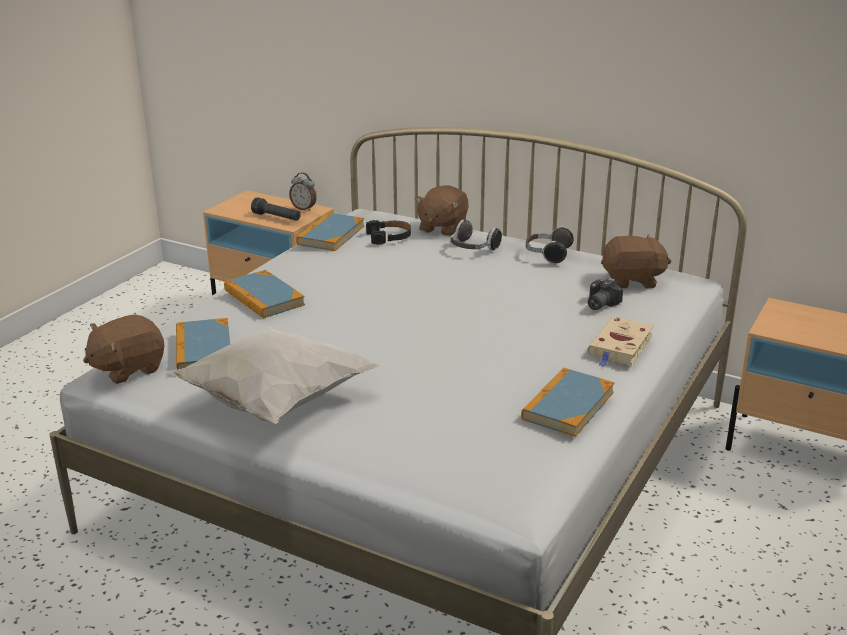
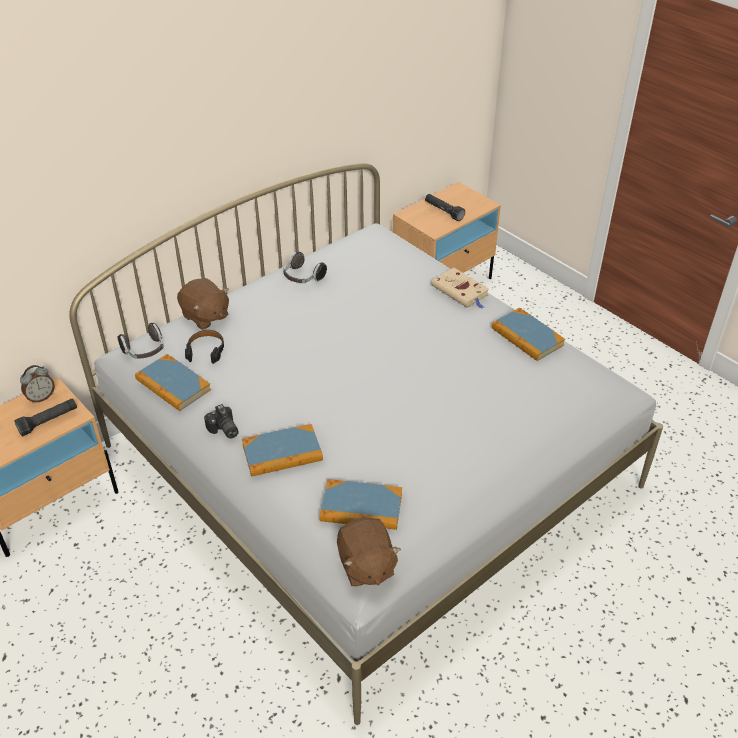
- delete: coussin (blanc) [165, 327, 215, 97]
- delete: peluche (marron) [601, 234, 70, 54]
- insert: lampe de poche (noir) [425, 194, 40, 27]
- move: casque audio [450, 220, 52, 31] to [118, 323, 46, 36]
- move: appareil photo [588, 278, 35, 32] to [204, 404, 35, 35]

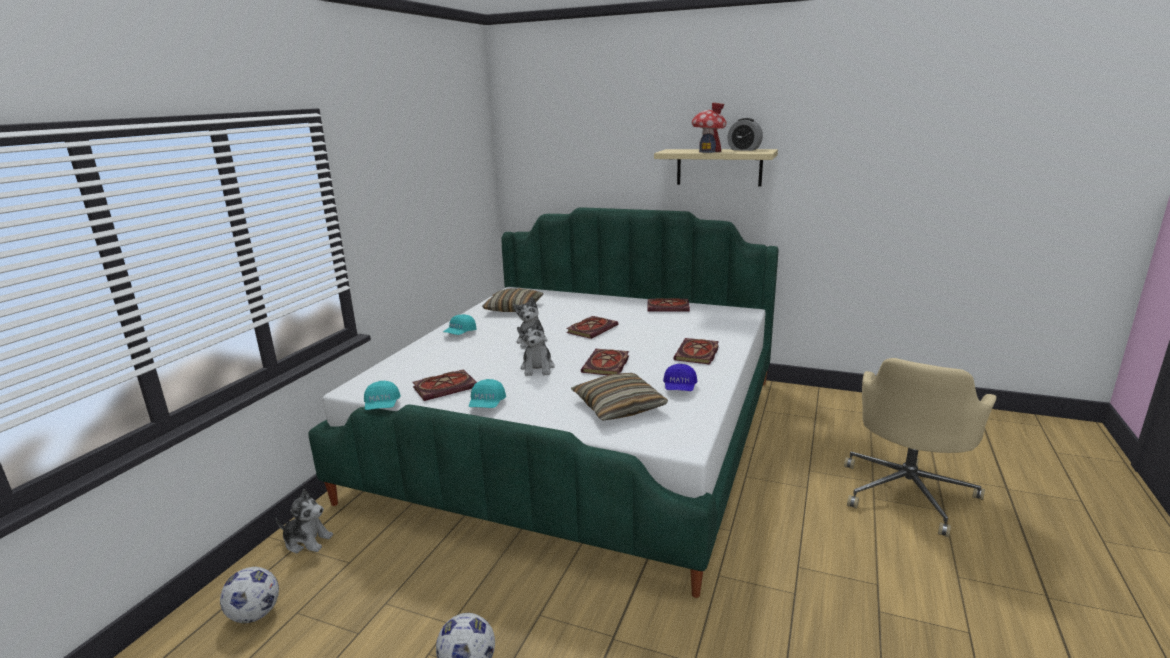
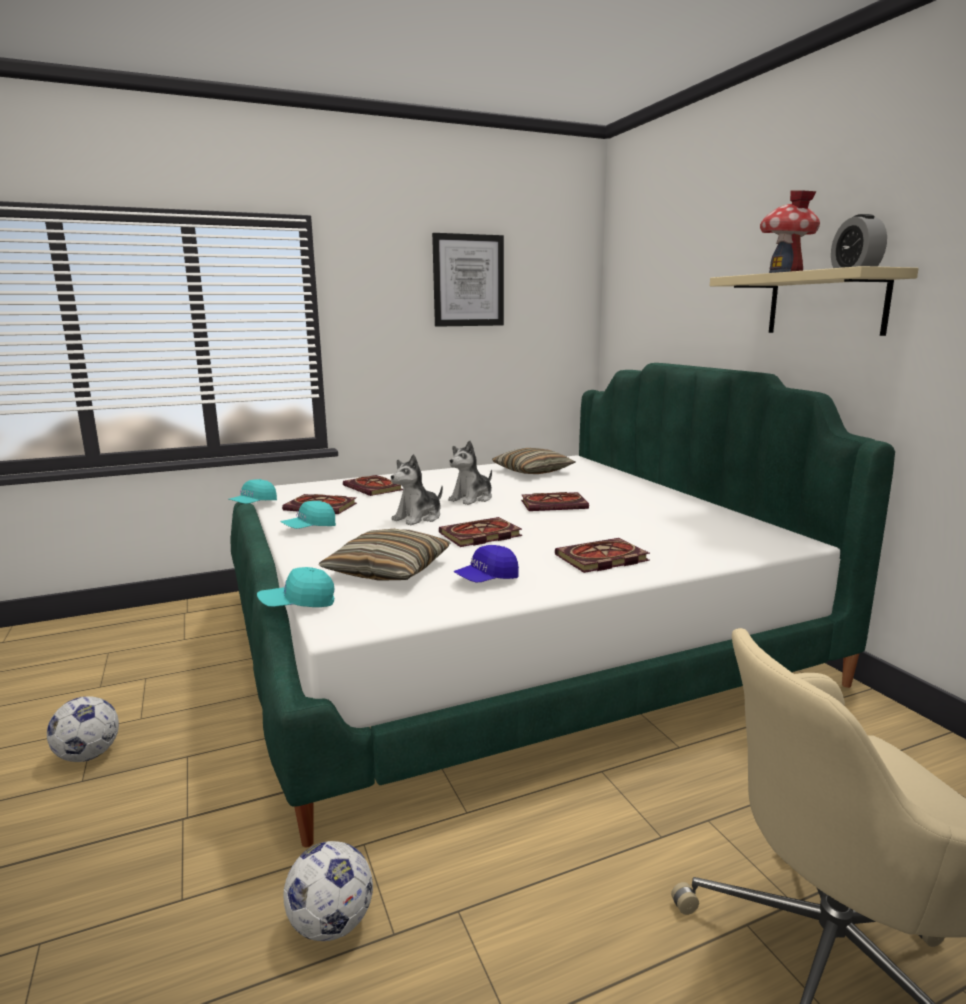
- delete: peluche [276, 489, 57, 64]
- insert: tableau [432, 233, 72, 94]
- move: ballon de foot [220, 567, 59, 56] to [283, 841, 90, 100]
- move: casquette (turquoise) [443, 314, 33, 21] to [257, 567, 77, 40]
- move: livre [647, 298, 43, 14] to [343, 475, 60, 21]

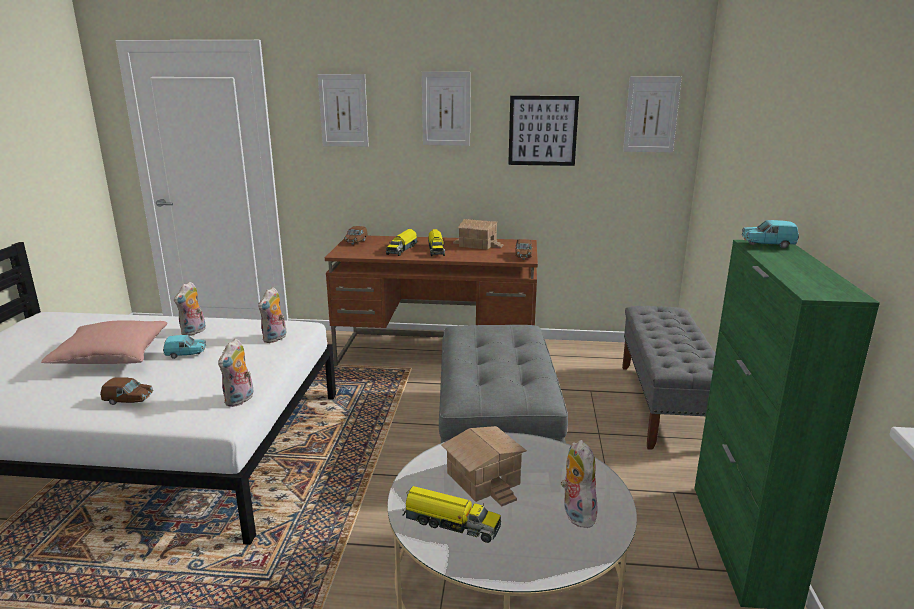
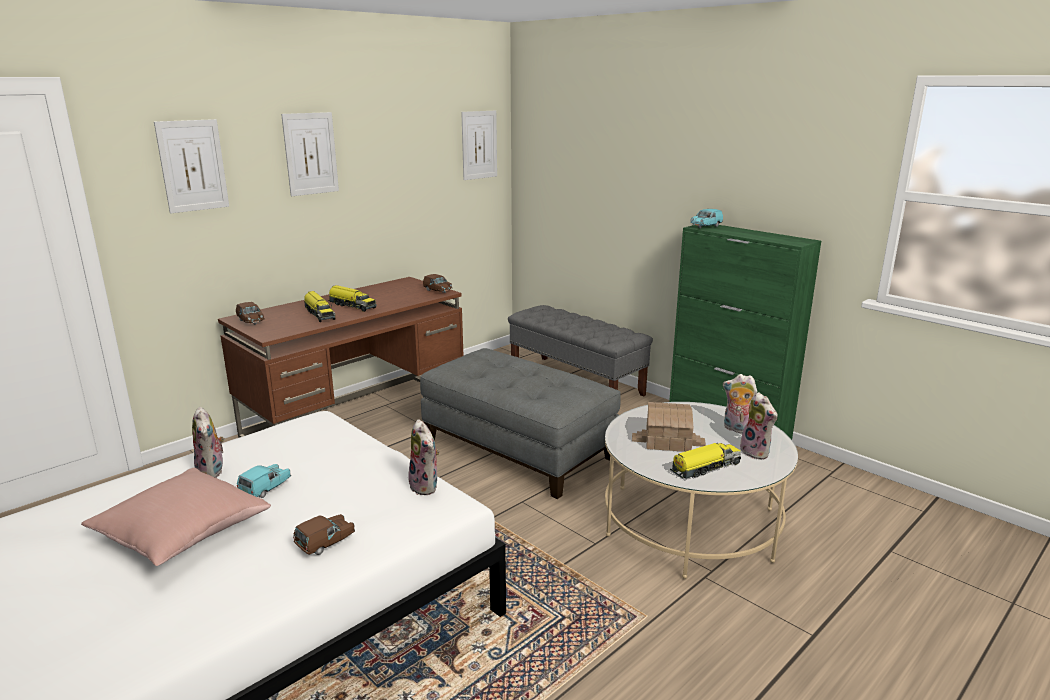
- delete: maison miniature [453, 219, 51, 31]
- delete: tableau [508, 96, 71, 70]
- move: peluche [258, 287, 29, 56] to [739, 392, 39, 67]

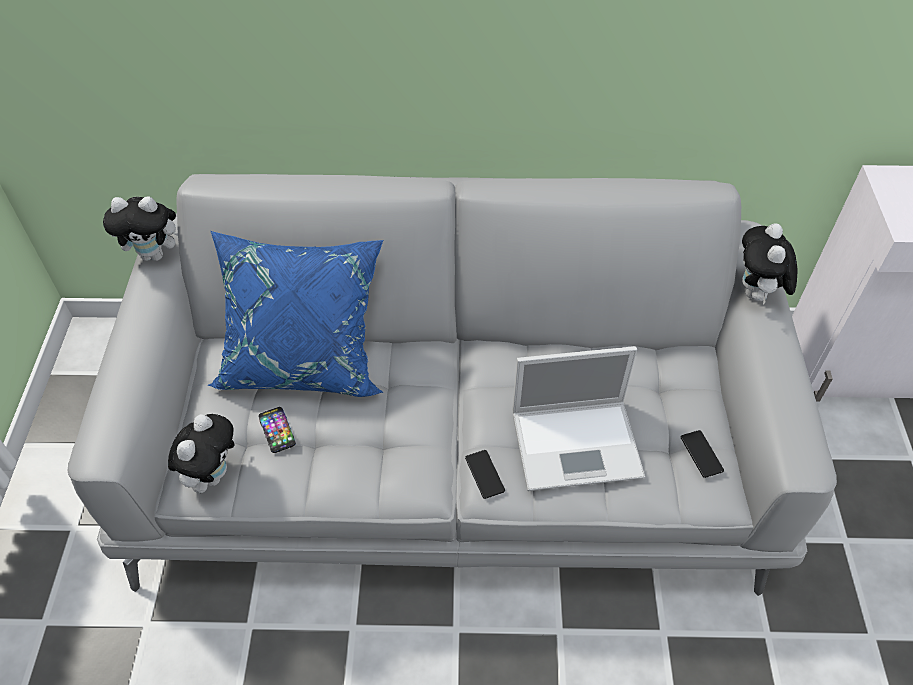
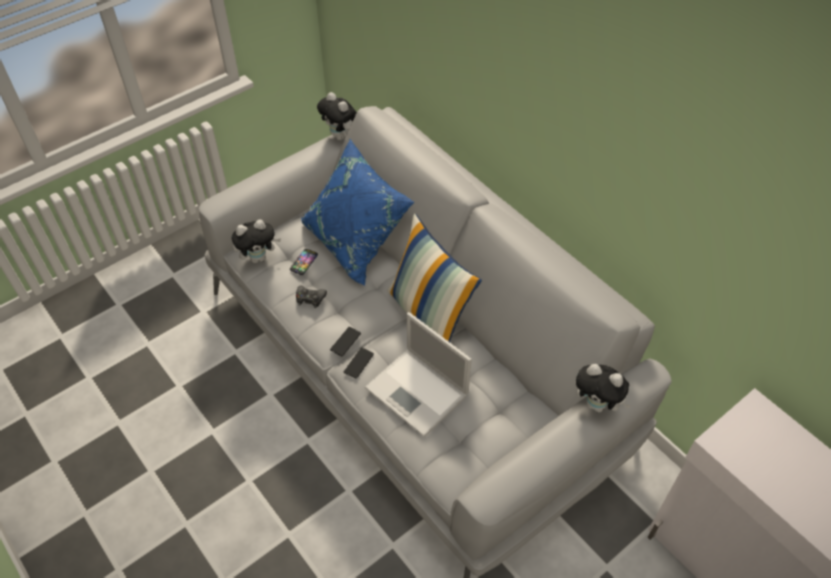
- insert: manette (noir) [296, 286, 31, 22]
- insert: coussin [388, 214, 94, 128]
- move: téléphone [681, 430, 43, 48] to [330, 327, 31, 29]
- rotate: peluche [742, 224, 55, 81] = [575, 364, 56, 49] 120 degrees counterclockwise

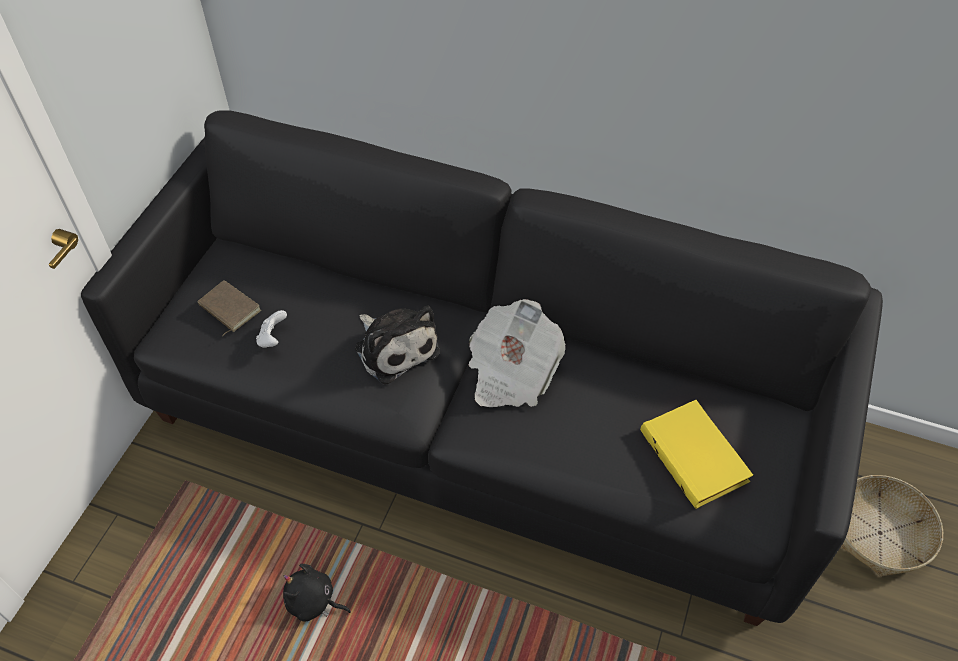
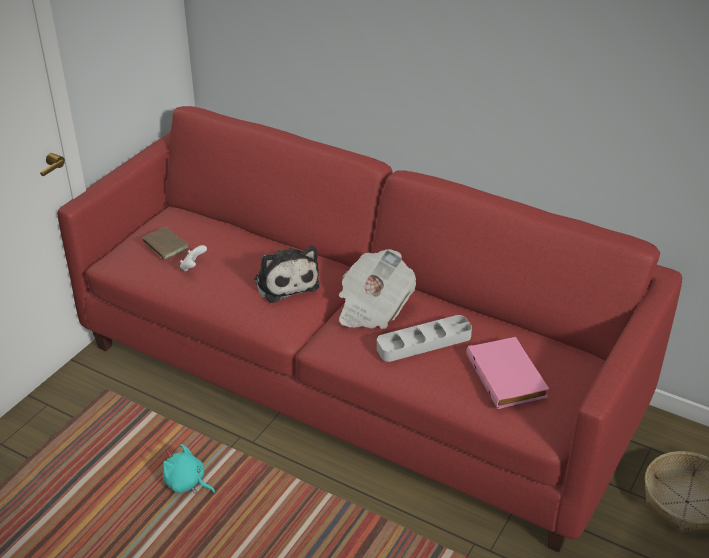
- insert: plateau (gris) [377, 315, 95, 47]
- recolor: canapé (noir) [81, 111, 802, 515] to canapé (rouge) [57, 106, 625, 447]
- recolor: peluche (noir) [283, 564, 68, 58] to peluche (turquoise) [163, 444, 52, 50]
- recolor: livre (jaune) [640, 400, 113, 109] to livre (rose) [466, 337, 83, 72]

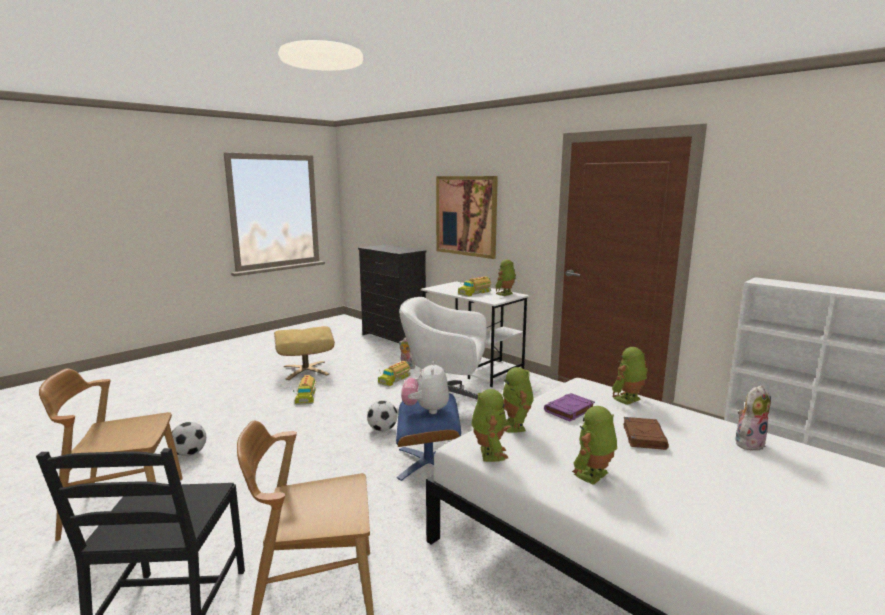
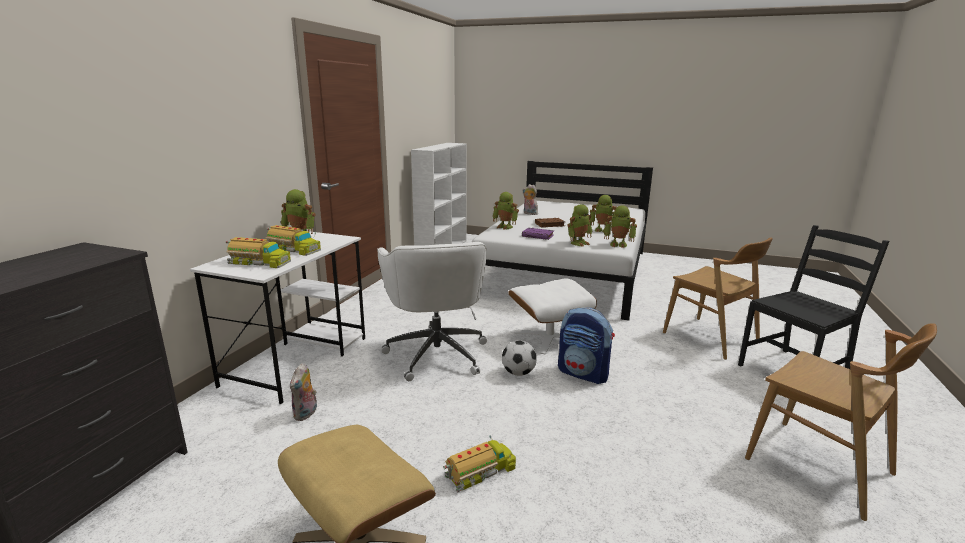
- delete: ballon de foot [172, 422, 34, 34]
- delete: peluche [401, 361, 48, 53]
- delete: tableau [436, 176, 62, 83]
- insert: sac à dos [558, 307, 57, 77]
- move: camion jouet [378, 361, 33, 26] to [226, 237, 65, 31]
- recolor: pouf (bleu) [396, 393, 65, 88] to pouf (blanc) [508, 279, 89, 76]
- rotate: robot jouet [471, 389, 38, 73] = [604, 205, 33, 43] 135 degrees counterclockwise

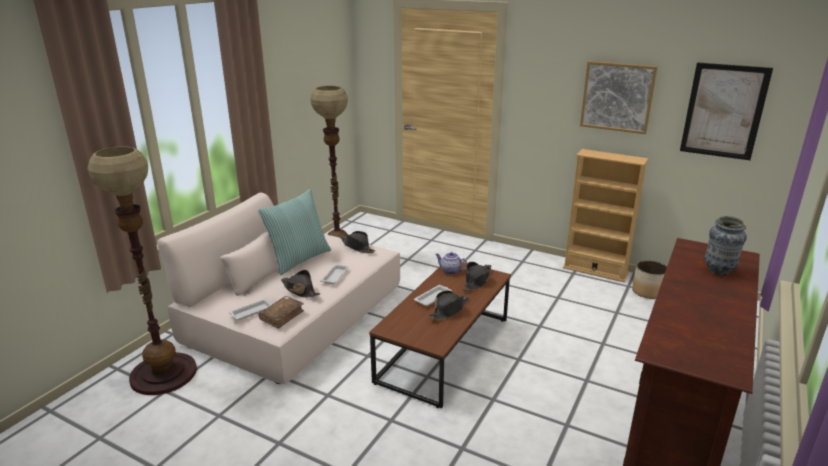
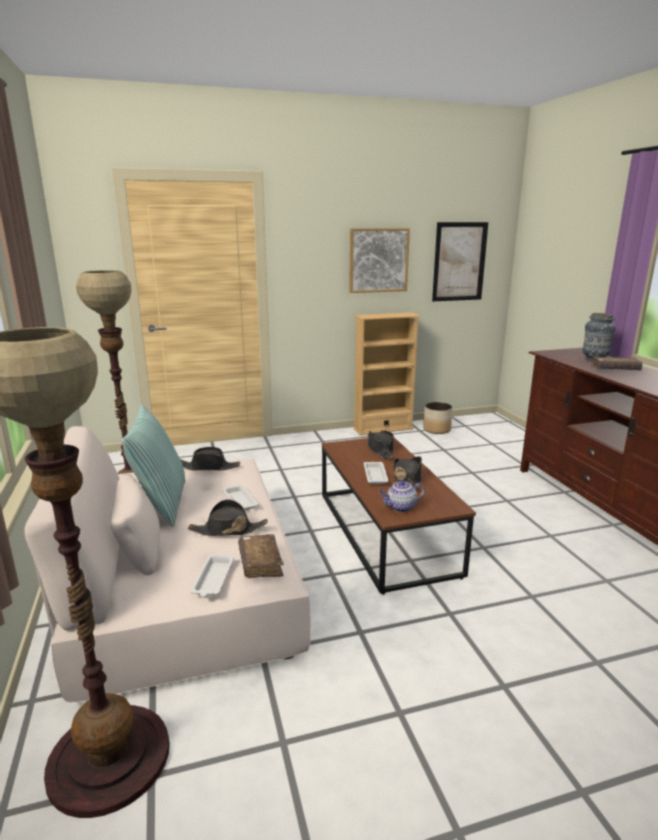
- insert: livre (marron) [591, 357, 52, 13]
- move: théière [435, 252, 32, 23] to [379, 480, 45, 32]

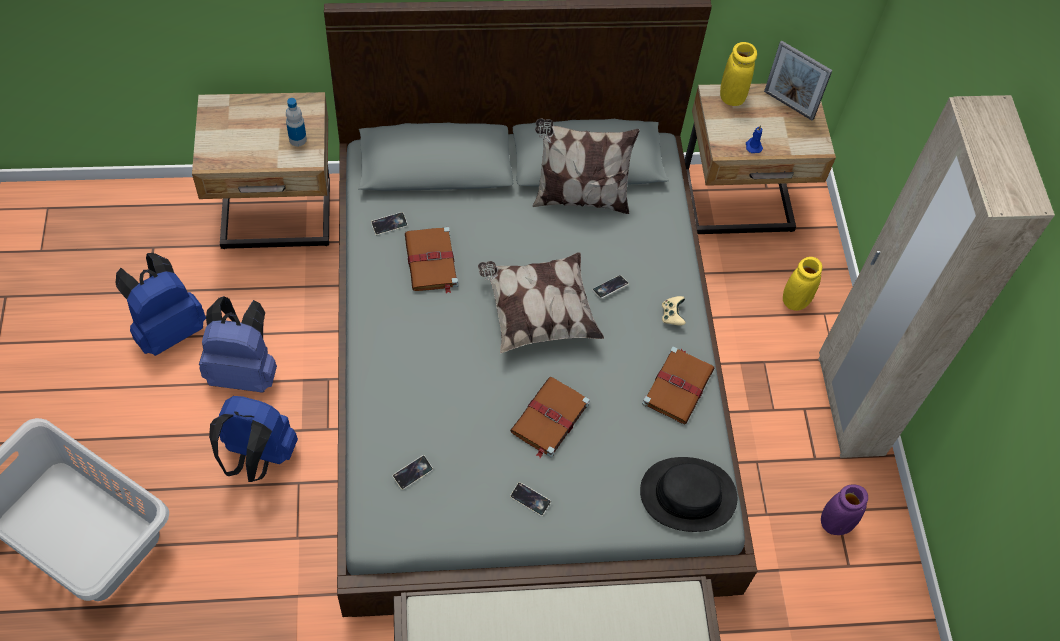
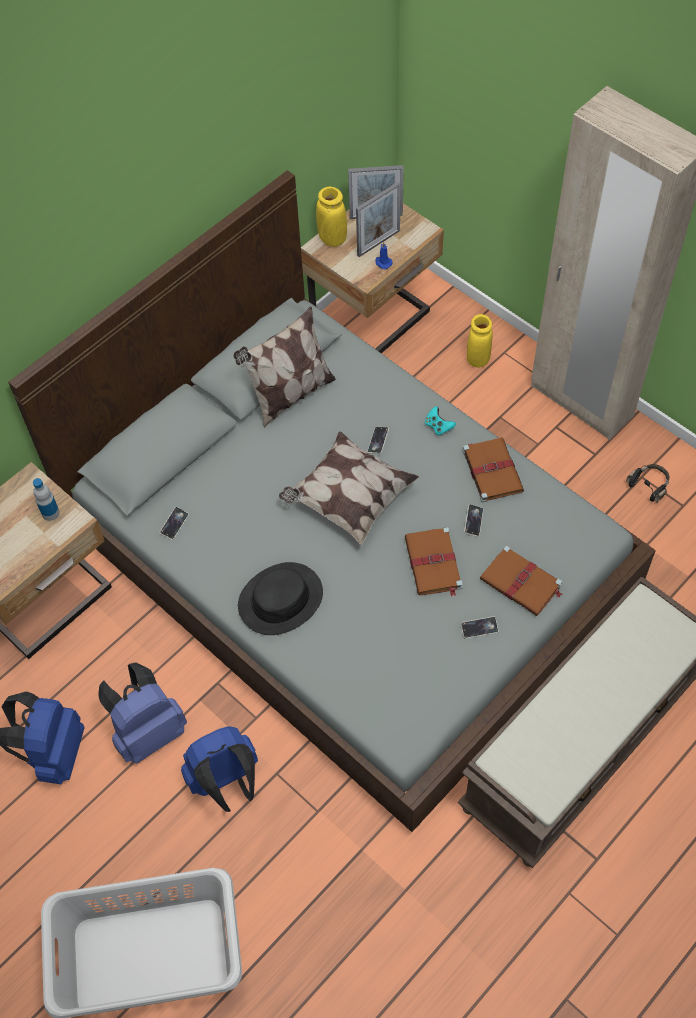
- insert: cadre photo [356, 181, 45, 76]
- move: téléphone [393, 455, 40, 35] to [464, 504, 19, 33]
- move: livre (marron) [405, 227, 53, 66] to [480, 546, 83, 70]
- move: chapeau (noir) [640, 457, 97, 75] to [238, 562, 85, 73]
- replace: vase (violet) [821, 484, 47, 51] to casque audio (noir) [626, 464, 43, 39]
- recolor: manette (beige) [662, 296, 24, 30] to manette (turquoise) [425, 406, 31, 29]

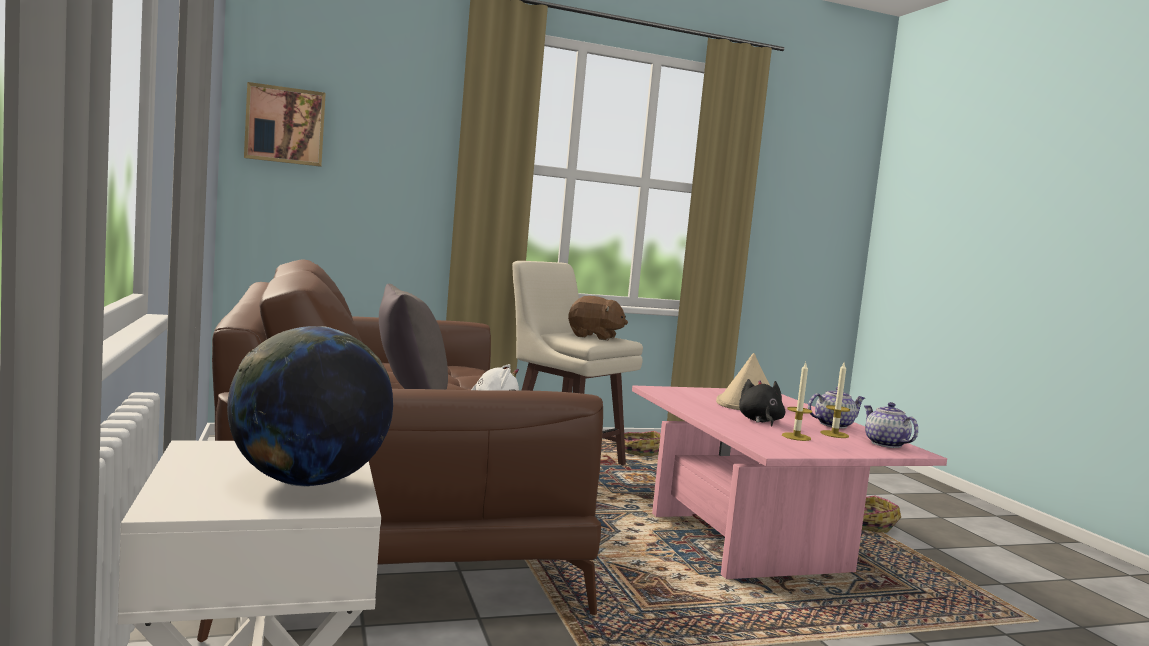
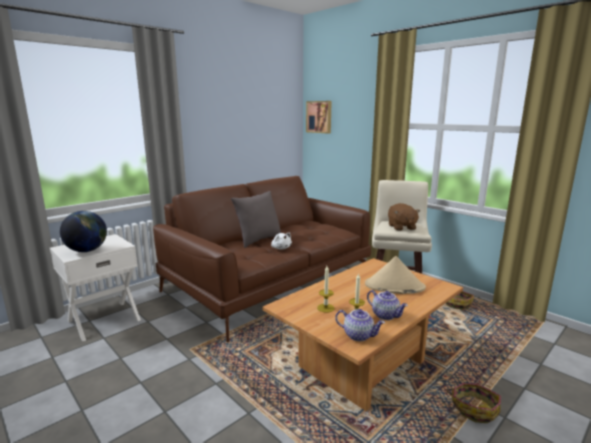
- delete: peluche (noir) [739, 379, 46, 48]
- recolor: table basse (rose) [632, 385, 315, 194] to table basse (marron) [263, 258, 200, 153]
- rotate: théière [864, 402, 54, 46] = [335, 309, 50, 32] 75 degrees clockwise

